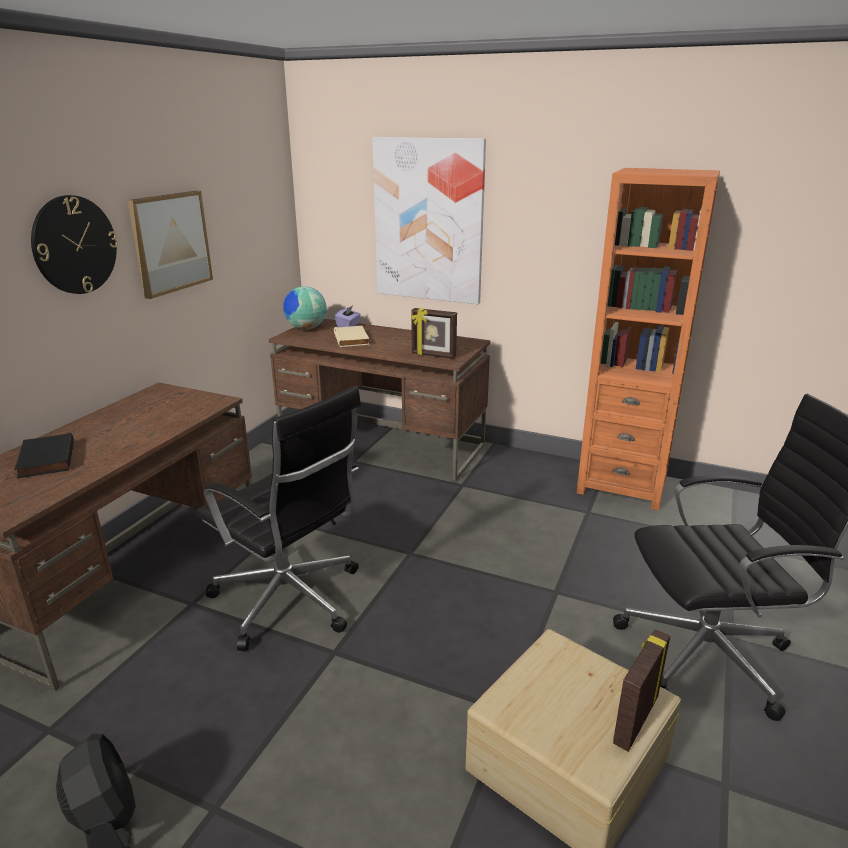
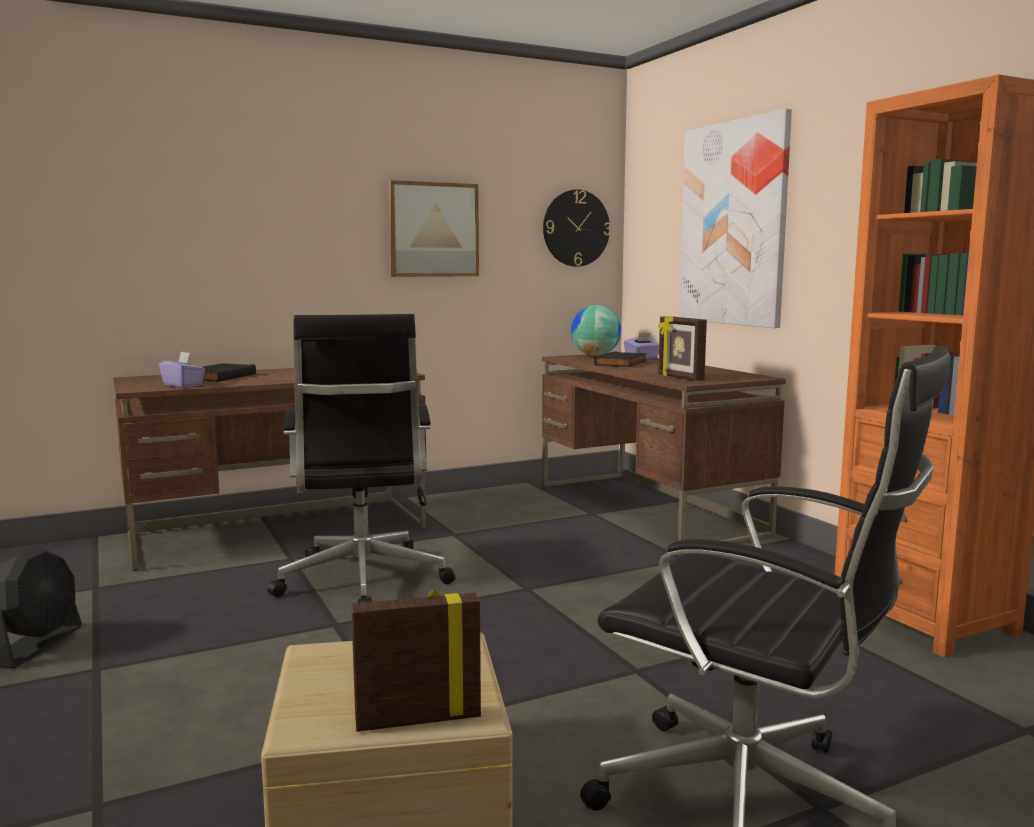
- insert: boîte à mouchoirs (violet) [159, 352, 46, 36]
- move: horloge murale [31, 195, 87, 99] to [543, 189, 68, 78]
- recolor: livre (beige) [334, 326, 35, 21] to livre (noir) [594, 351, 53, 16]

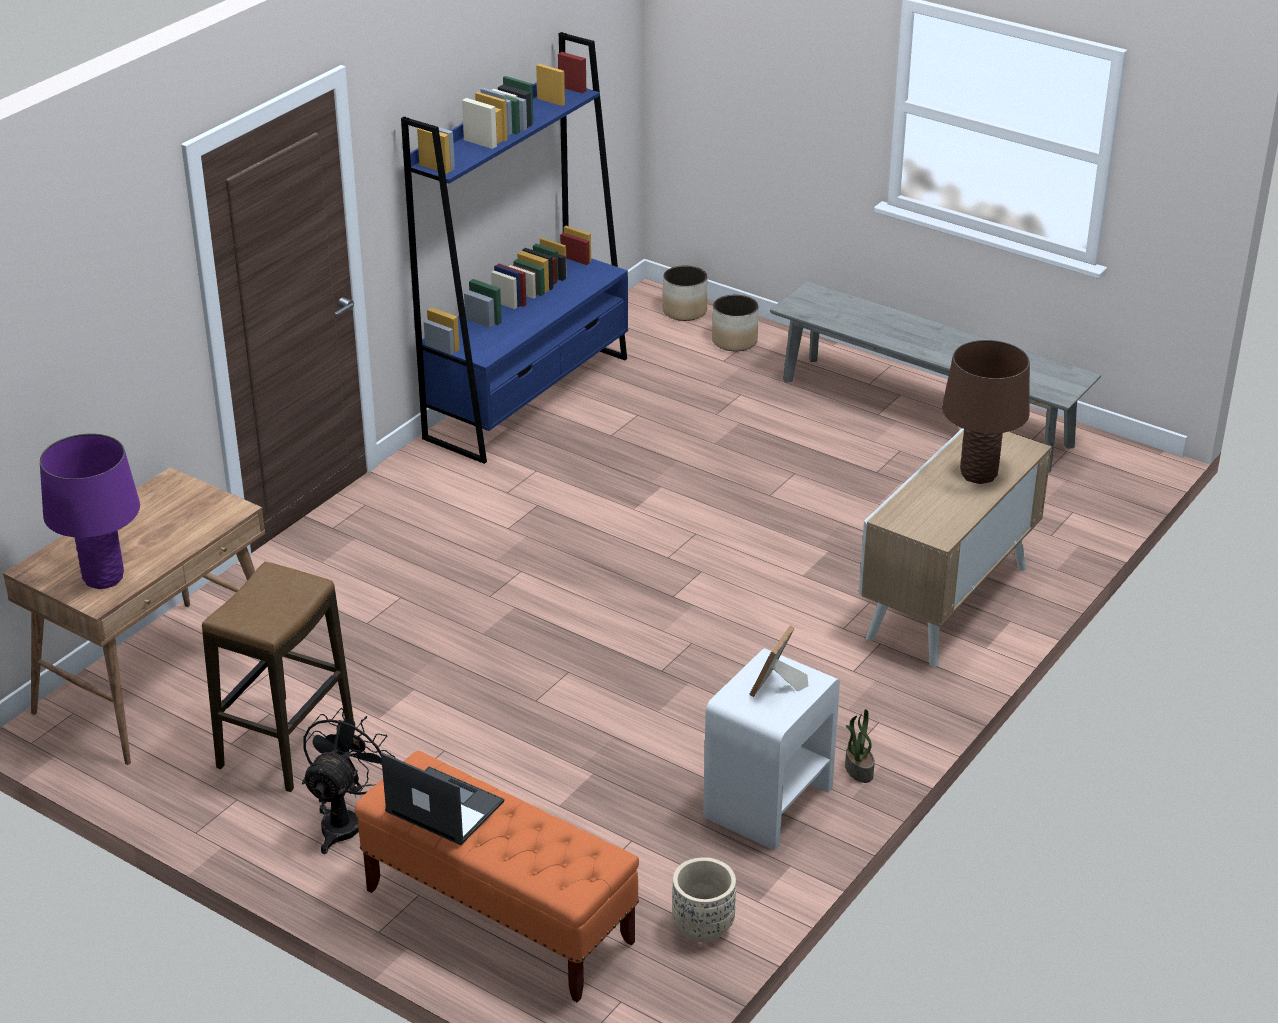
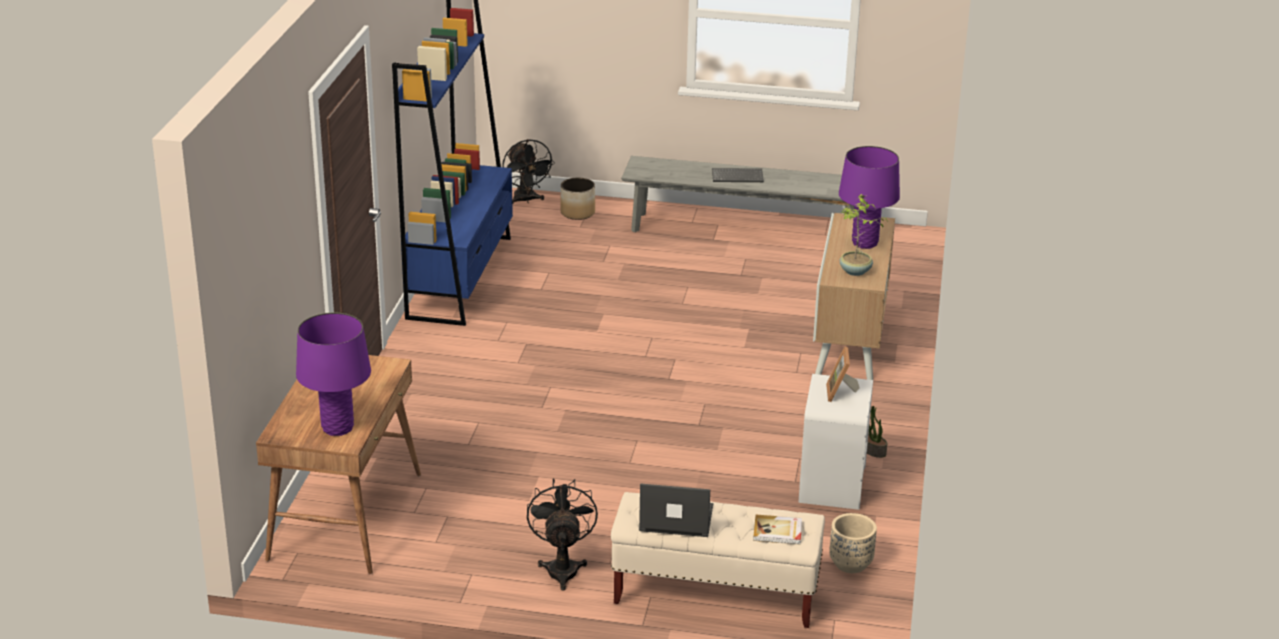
- delete: tabouret [202, 561, 152, 231]
- insert: clavier [712, 168, 52, 14]
- insert: livre [753, 515, 49, 29]
- insert: plante en pot [840, 194, 48, 82]
- replace: cache-pot [663, 265, 44, 56] to ventilateur (noir) [502, 139, 53, 66]
- recolor: banc (orange) [355, 751, 284, 252] to banc (beige) [611, 492, 214, 136]
- recolor: lampe de table (marron) [942, 340, 88, 144] to lampe de table (violet) [839, 146, 61, 103]

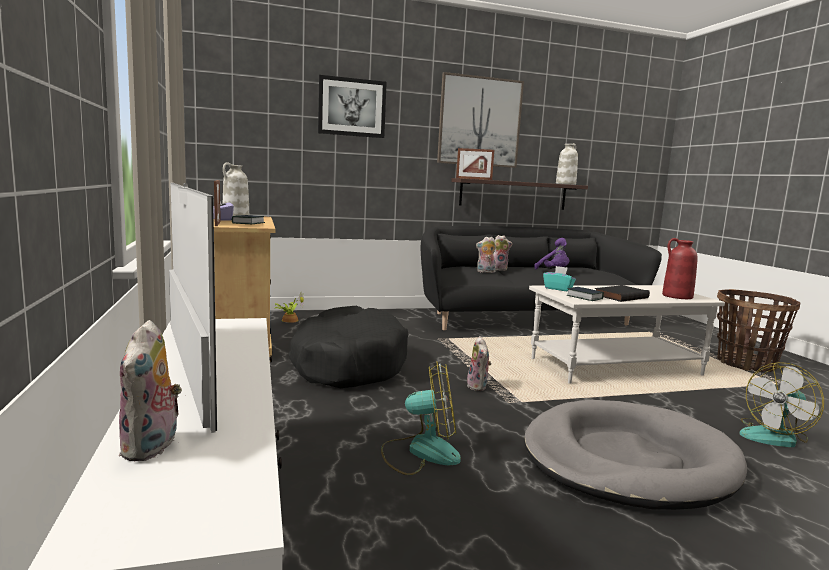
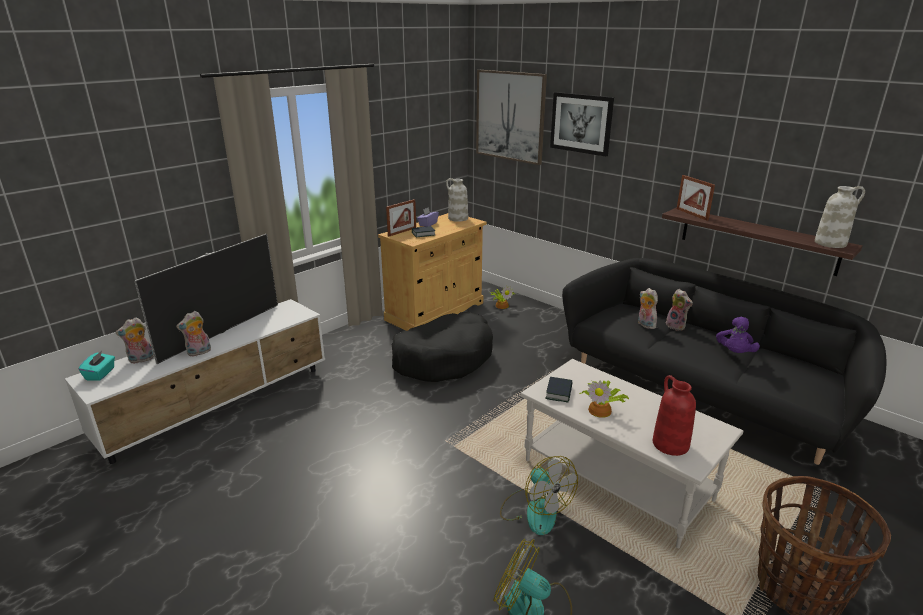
- delete: panier pour chien (gris) [524, 400, 223, 110]
- move: ventilateur [381, 361, 80, 114] to [500, 456, 78, 79]
- move: tableau [437, 72, 87, 96] to [476, 70, 71, 95]
- move: peluche [467, 336, 24, 55] to [176, 311, 35, 46]
- move: boîte à mouchoirs (turquoise) [543, 266, 33, 25] to [78, 351, 37, 30]
- replace: livre (noir) [595, 285, 55, 17] to plante en pot [579, 380, 50, 38]

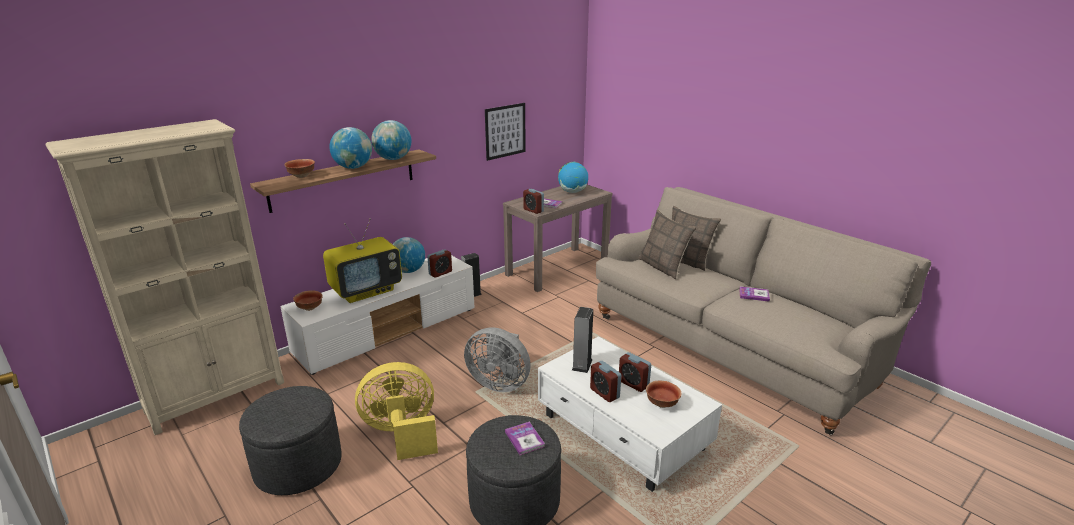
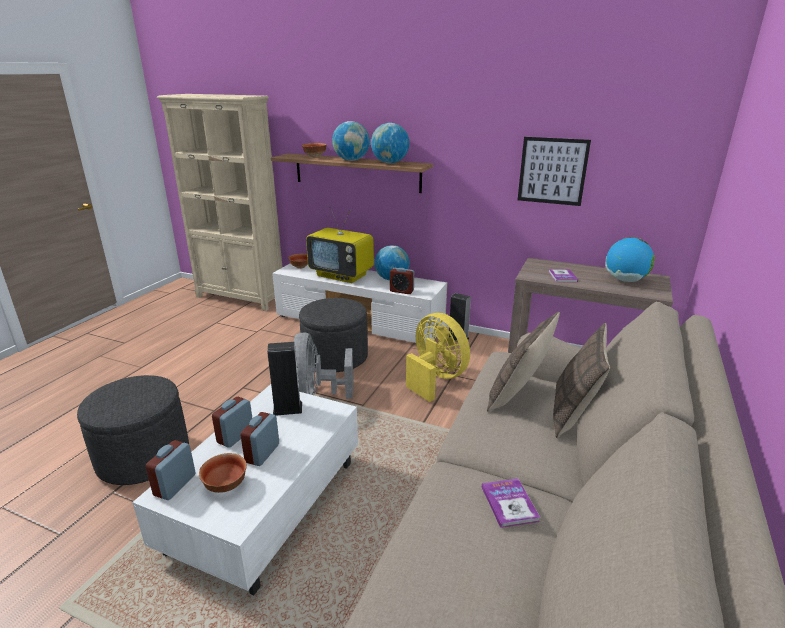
- delete: livre [505, 422, 40, 33]
- move: pouf (gris) [239, 386, 103, 109] to [299, 298, 69, 74]
- move: ventilateur (jaune) [355, 362, 83, 98] to [406, 313, 64, 89]
- move: réveil [523, 189, 21, 25] to [146, 440, 49, 60]

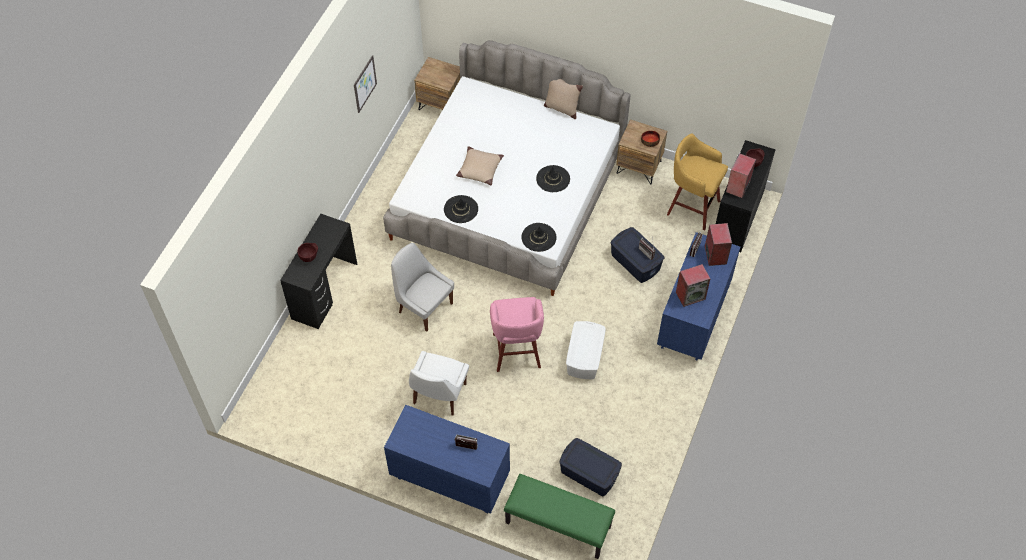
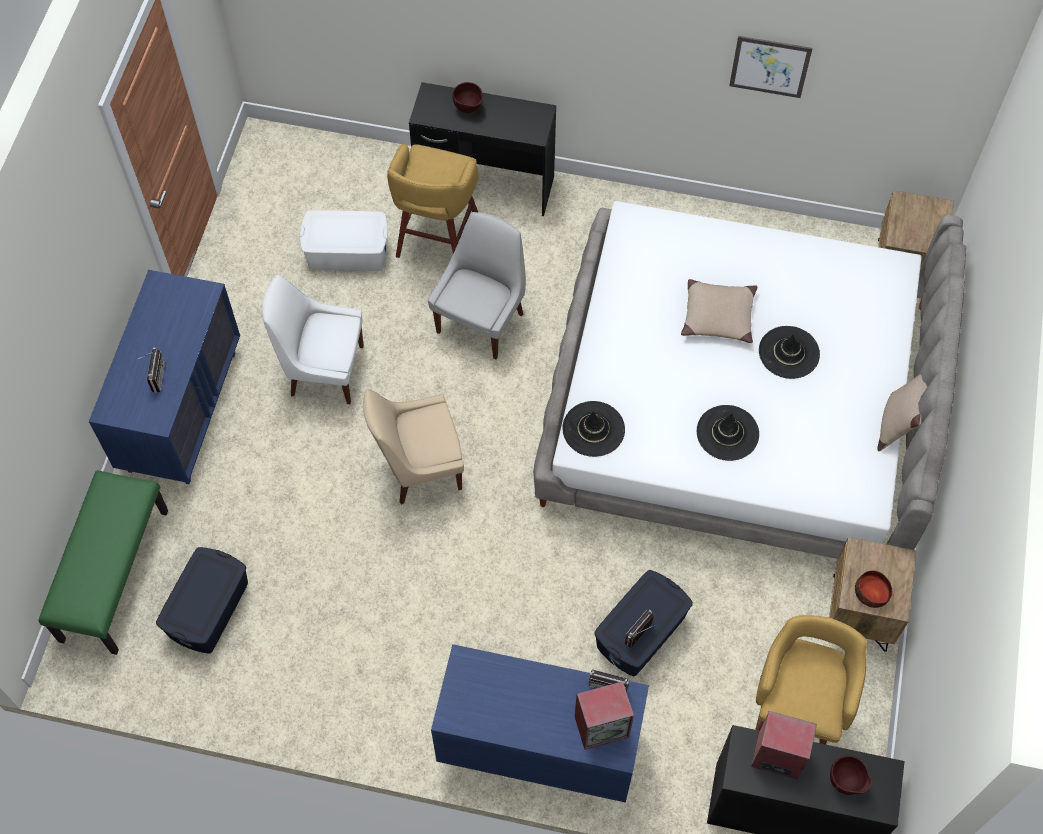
- delete: enceinte [676, 264, 34, 43]
- insert: tabouret (jaune) [387, 143, 91, 115]
- move: chapeau (noir) [444, 195, 34, 28] to [759, 326, 61, 53]
- move: boîte de rangement (blanc) [566, 321, 40, 58] to [299, 210, 89, 61]
- replace: tabouret (rose) [490, 297, 54, 75] to chaise (beige) [363, 389, 101, 116]

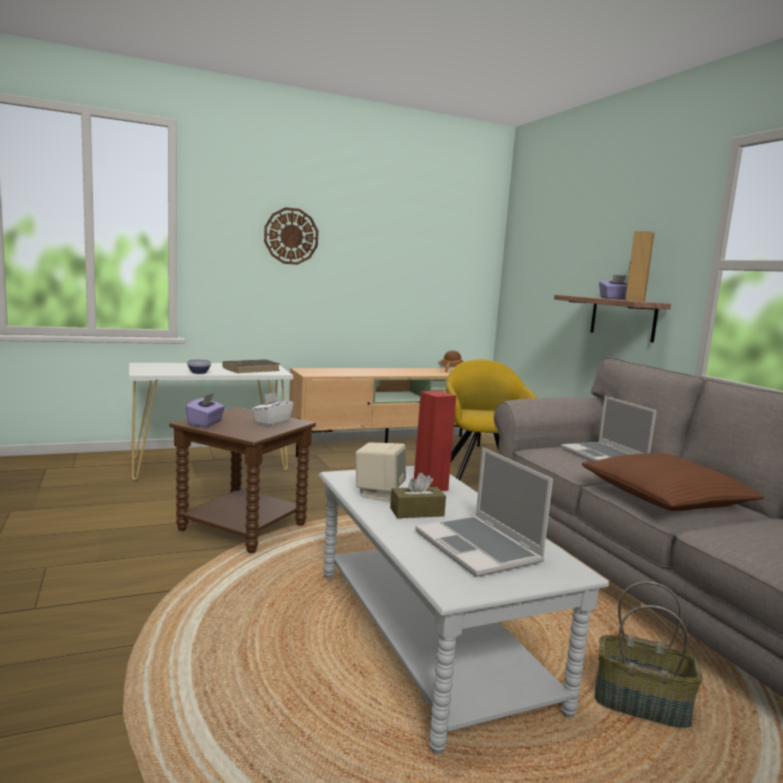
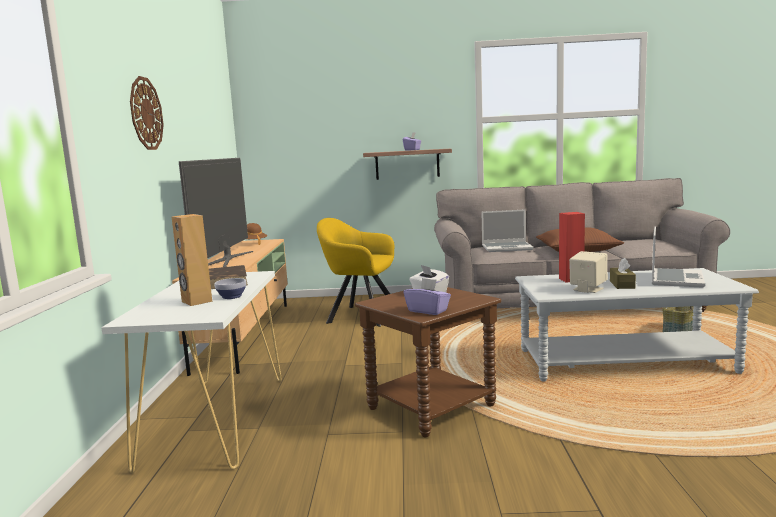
- insert: téléviseur [179, 158, 74, 109]
- move: enceinte (marron) [625, 231, 29, 71] to [171, 214, 41, 92]
- rotate: ordinateur portable [415, 447, 138, 130] = [652, 226, 53, 62] 60 degrees counterclockwise

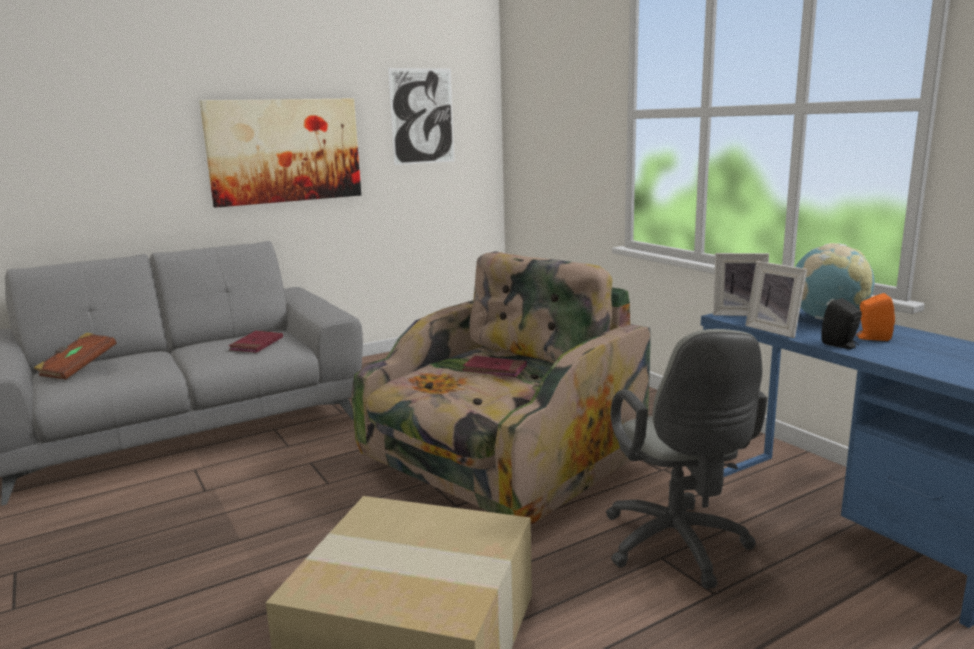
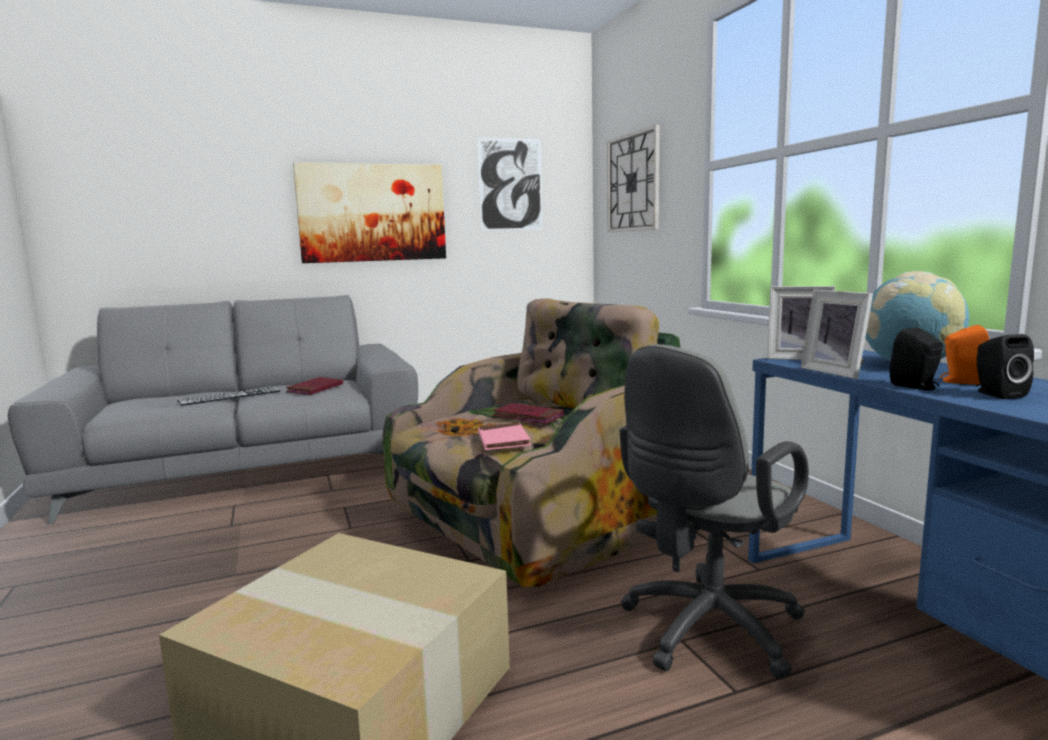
- delete: livre (marron) [34, 332, 83, 48]
- insert: clavier [177, 387, 104, 19]
- insert: livre (rose) [478, 423, 53, 27]
- insert: horloge murale [607, 125, 53, 107]
- insert: enceinte (noir) [976, 334, 58, 65]
- rotate: chaise de bureau (gris) [606, 329, 162, 260] = [620, 344, 189, 335] 45 degrees clockwise

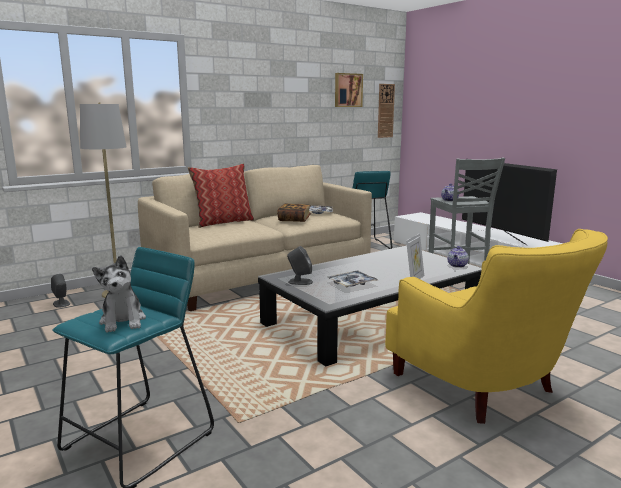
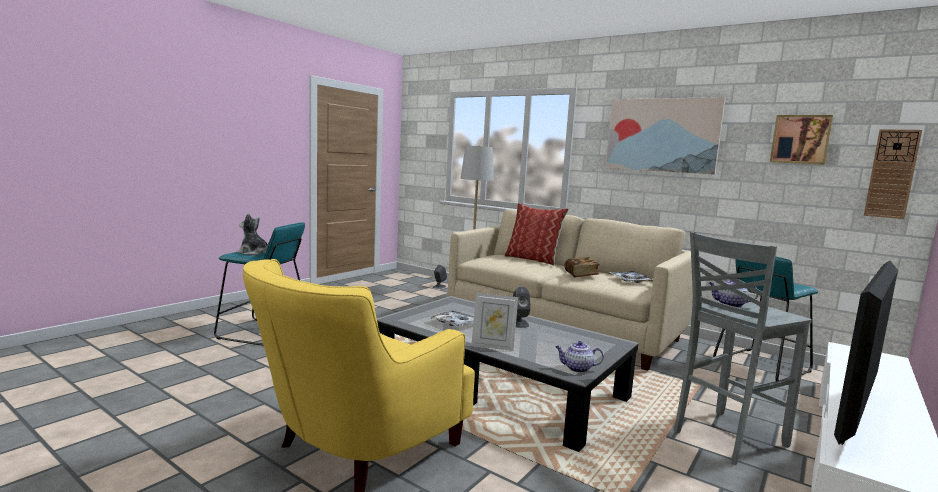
- insert: tableau [606, 97, 120, 78]
- move: enceinte (gris) [287, 246, 26, 39] to [513, 286, 18, 42]
- rotate: peluche [92, 255, 54, 77] = [236, 213, 34, 42] 60 degrees clockwise

